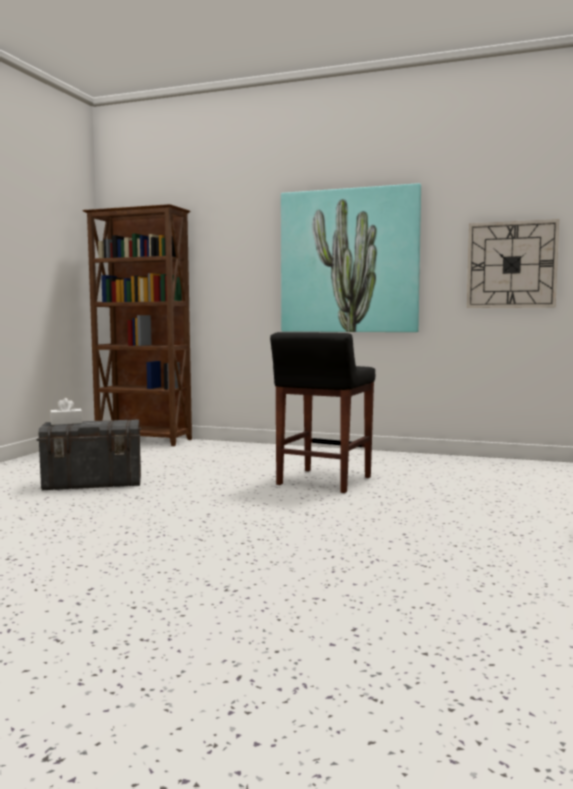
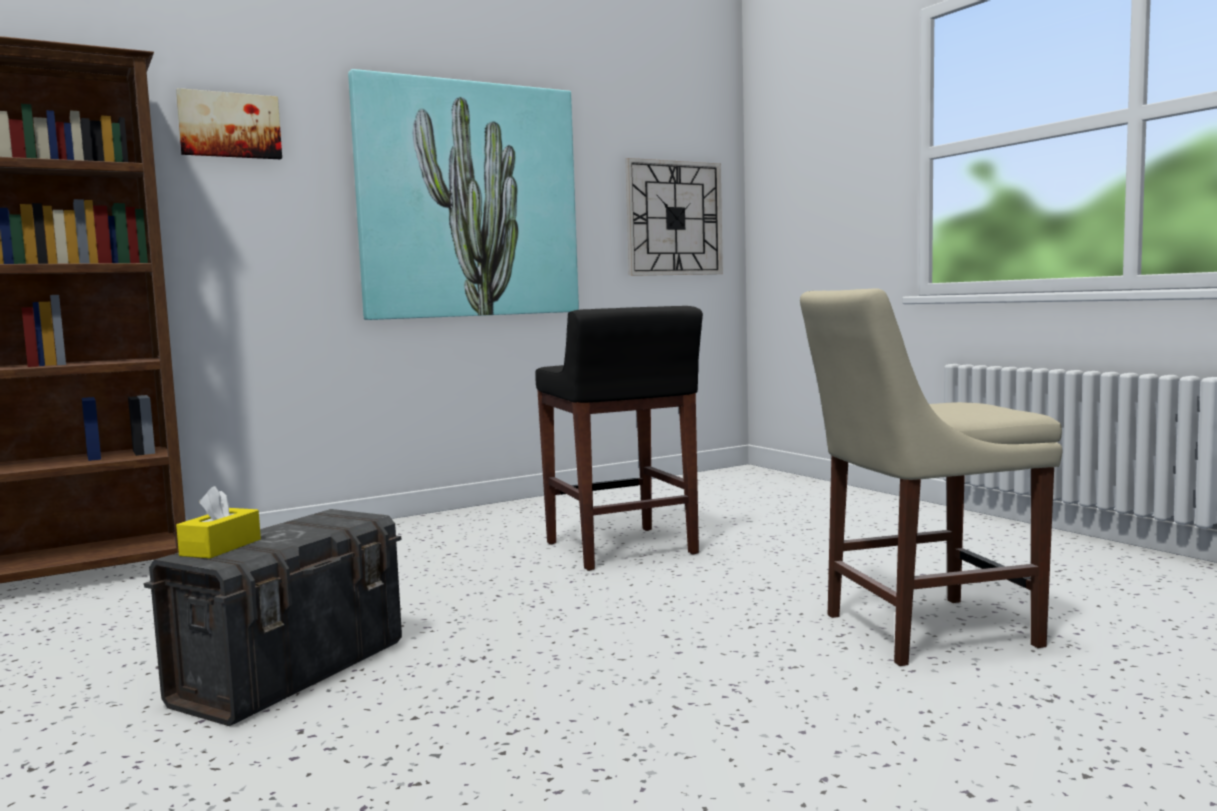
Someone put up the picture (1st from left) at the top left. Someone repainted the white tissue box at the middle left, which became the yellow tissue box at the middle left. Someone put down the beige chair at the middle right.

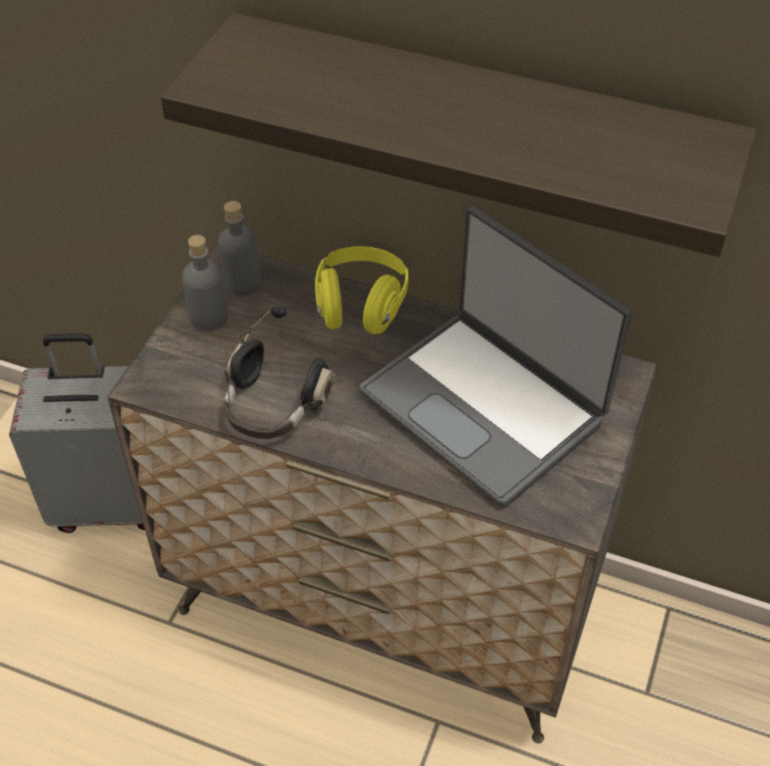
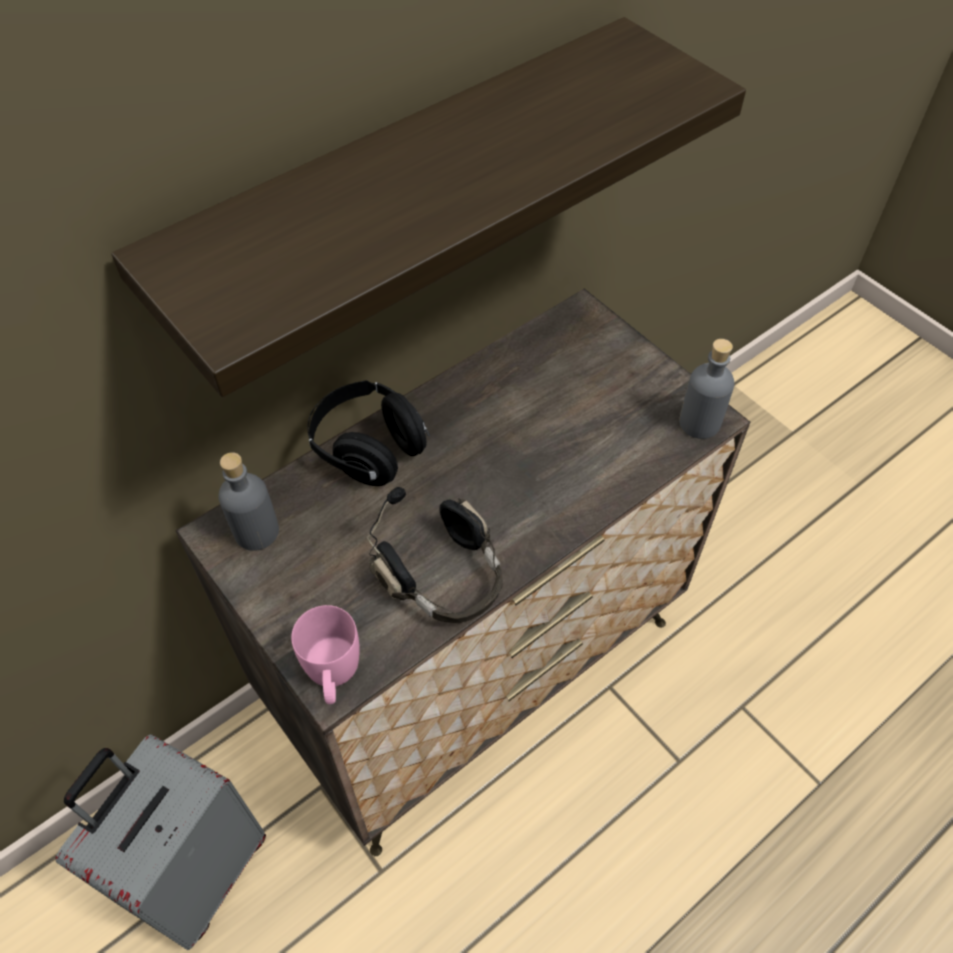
Someone put down the pink mug at the bottom centre. Someone repainted the yellow headphones at the centre, which became the black headphones (1st from left) at the centre. Someone carried the grey bottle (1st from left in the first image) from the middle left to the middle right. Someone took away the laptop at the centre.

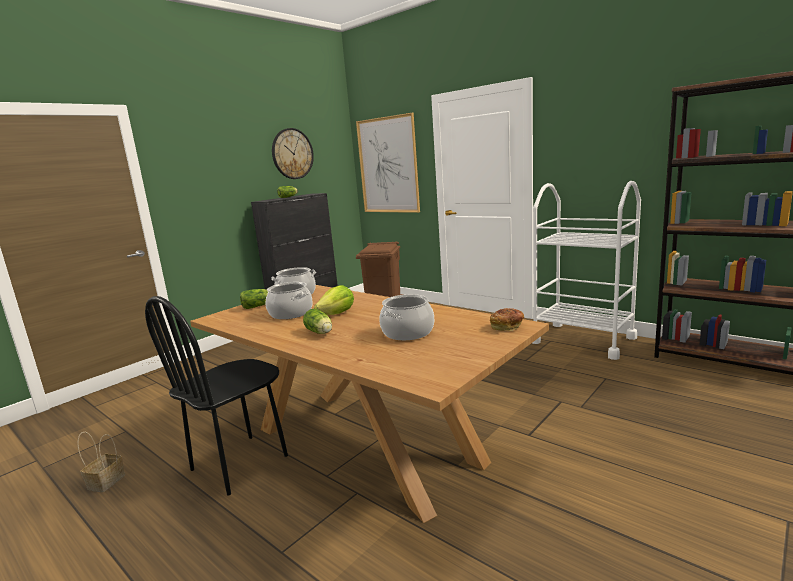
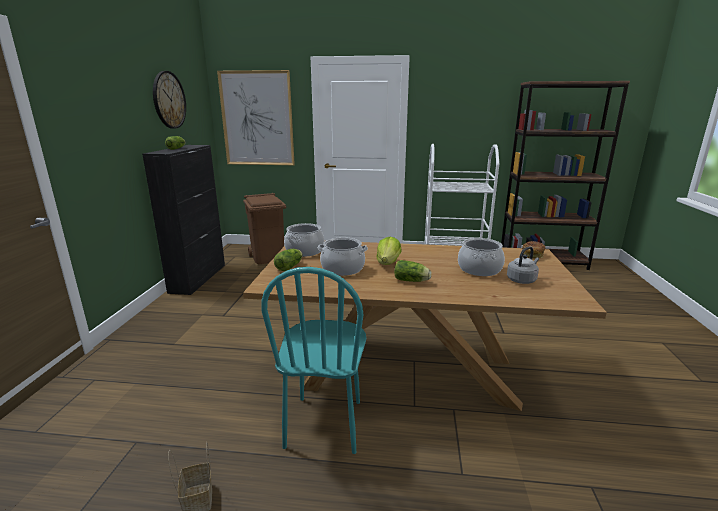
Someone repainted the black chair at the bottom left, which became the turquoise chair at the bottom centre. Someone put down the grey kettle at the middle right.

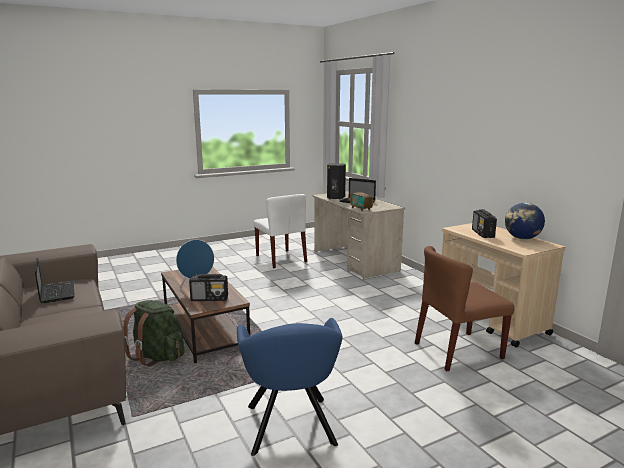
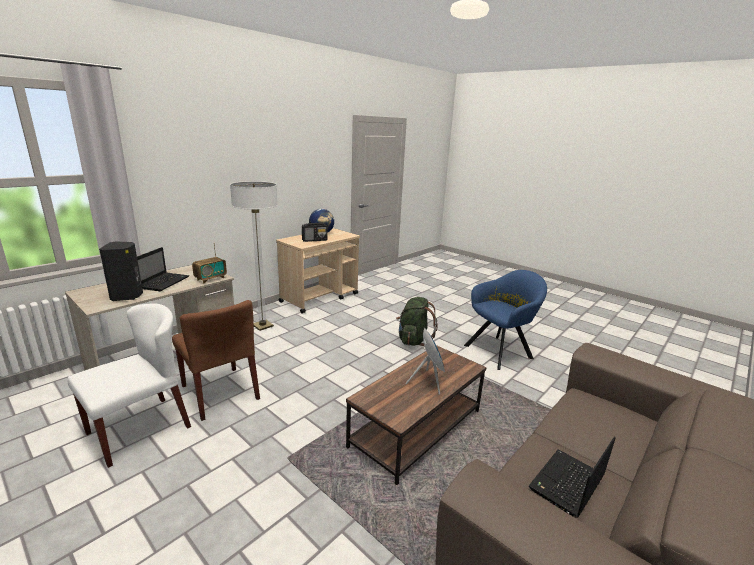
Someone carried the brown chair from the middle right to the middle left. Someone put down the floor lamp at the centre. Someone carried the green backpack from the bottom left to the centre. Someone took away the radio (1st from left) at the centre.

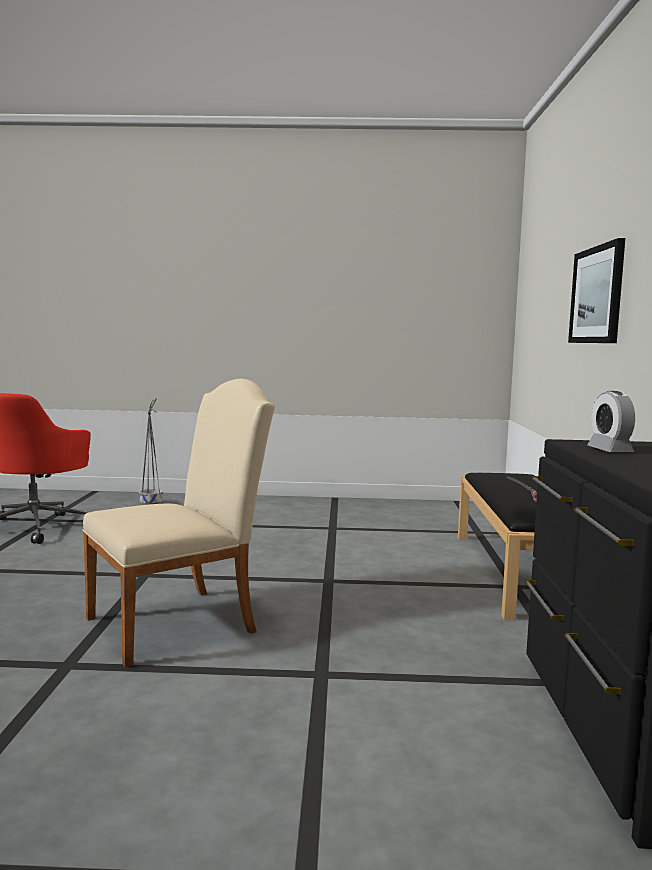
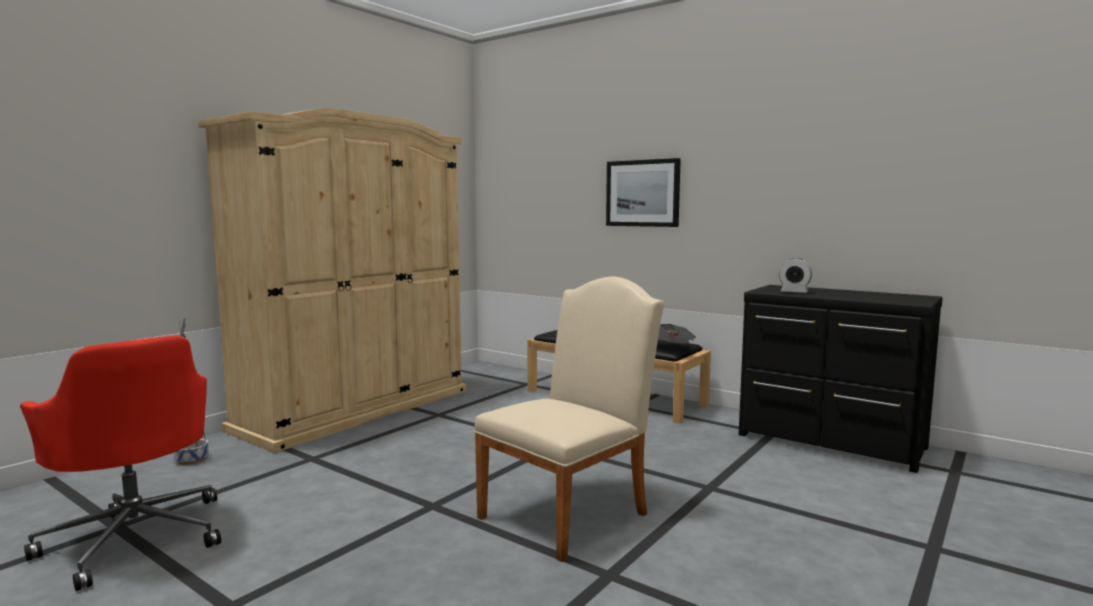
Someone put down the beige wardrobe at the middle left. Someone rotated the beige chair at the middle left by 45 degrees clockwise.

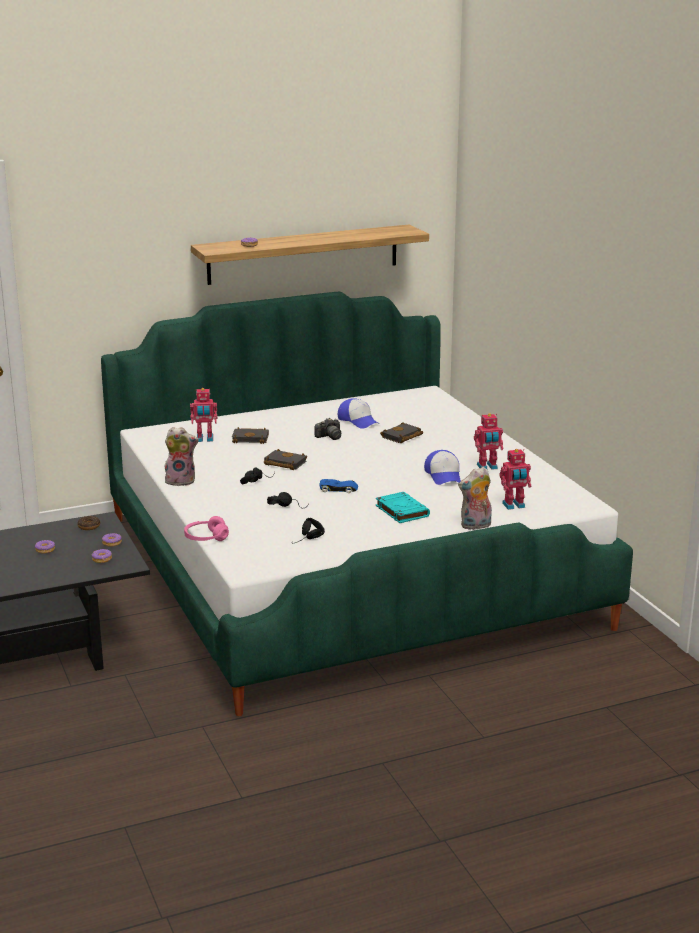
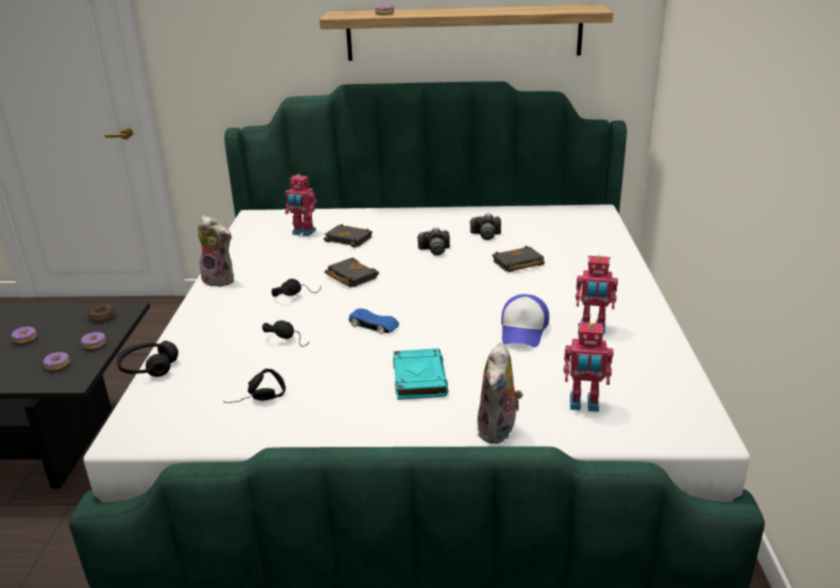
Someone repainted the pink headphones at the middle left, which became the black headphones (1st from left) at the middle left. Someone swapped the cap (1st from left) at the centre for the photo camera (2nd from left) at the centre. Someone rotated the plush toy (2nd from left) at the middle right by 75 degrees counterclockwise.

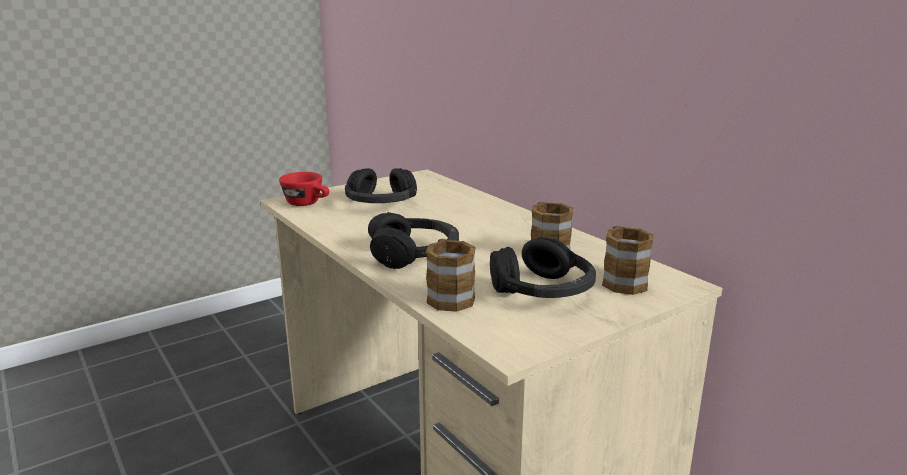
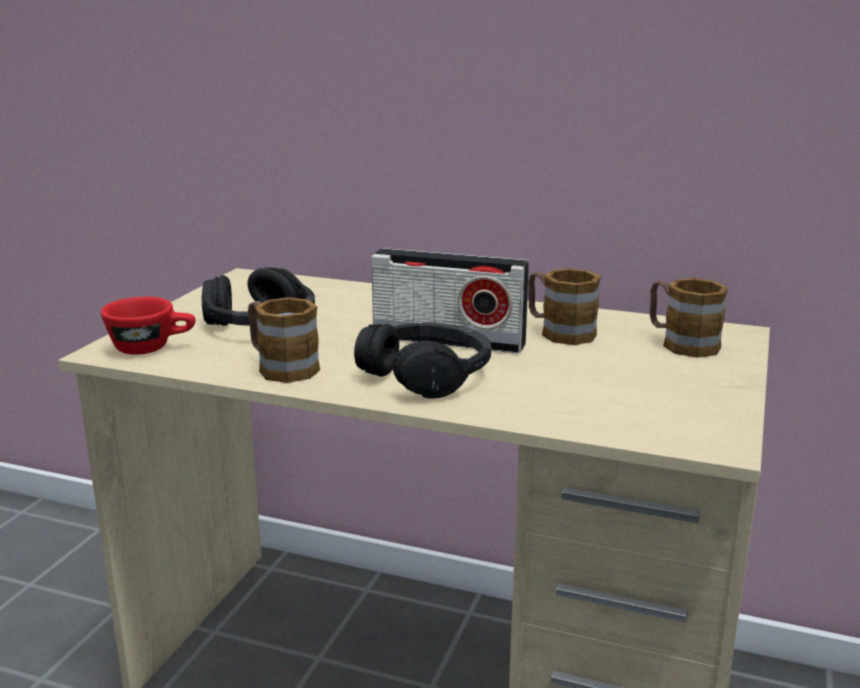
Someone carried the mug (1st from left) from the centre to the middle left. Someone put down the radio at the centre. Someone took away the black headphones (3rd from left) at the centre.

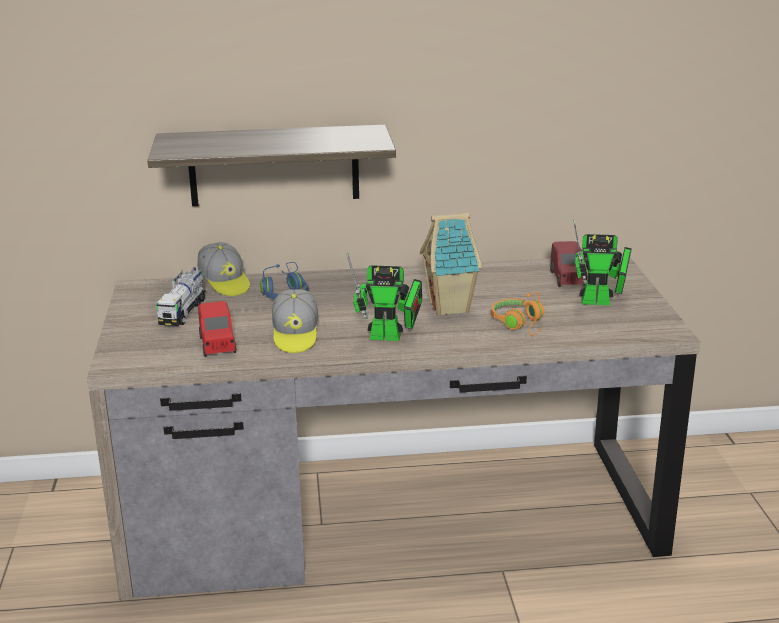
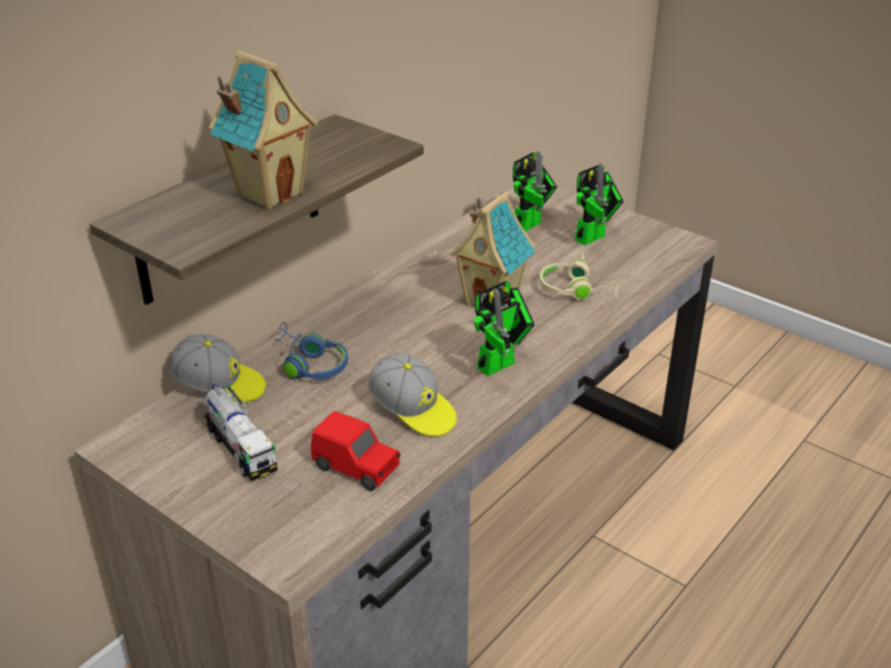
Someone put down the toy house (1st from left) at the top left. Someone swapped the red toy car (2nd from left) at the middle right for the toy robot (2nd from left) at the top centre. Someone repainted the orange headphones at the centre, which became the beige headphones at the centre.

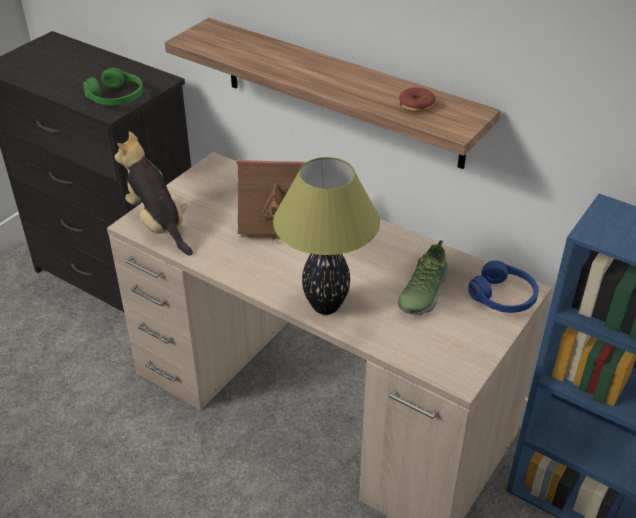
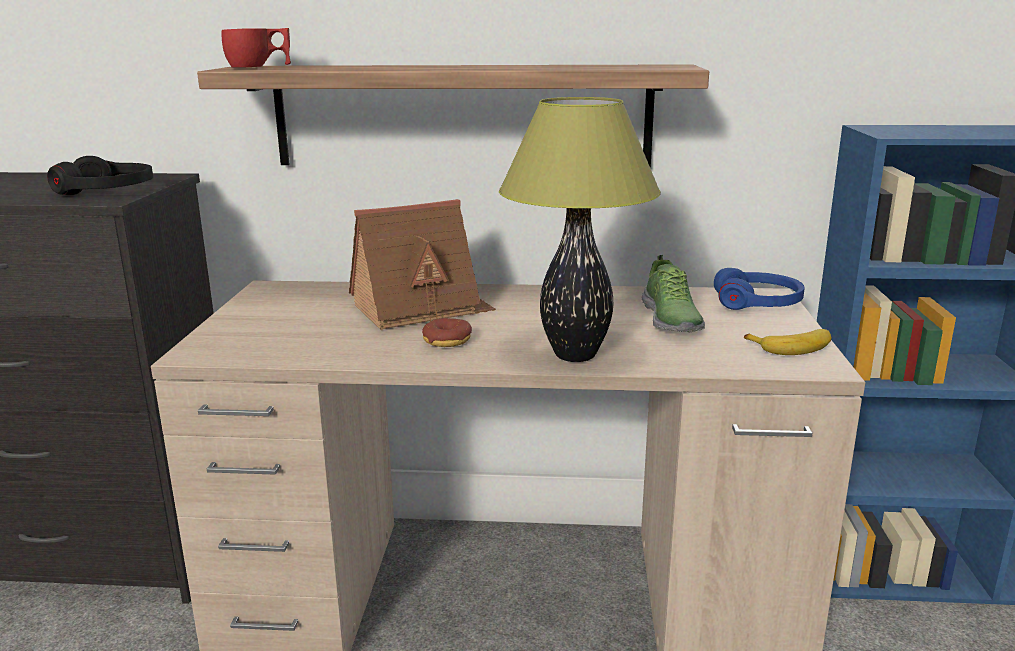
Someone repainted the green headphones at the top left, which became the black headphones at the top left. Someone put down the red cup at the top left. Someone carried the donut from the top centre to the centre. Someone put down the banana at the middle right. Someone took away the plush toy at the middle left.

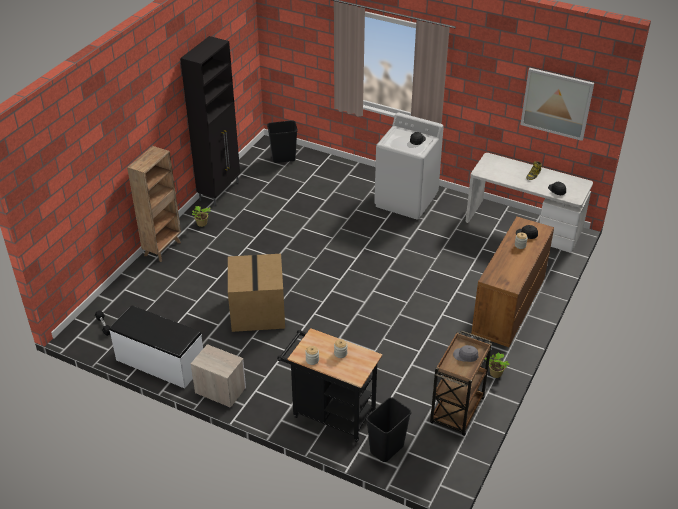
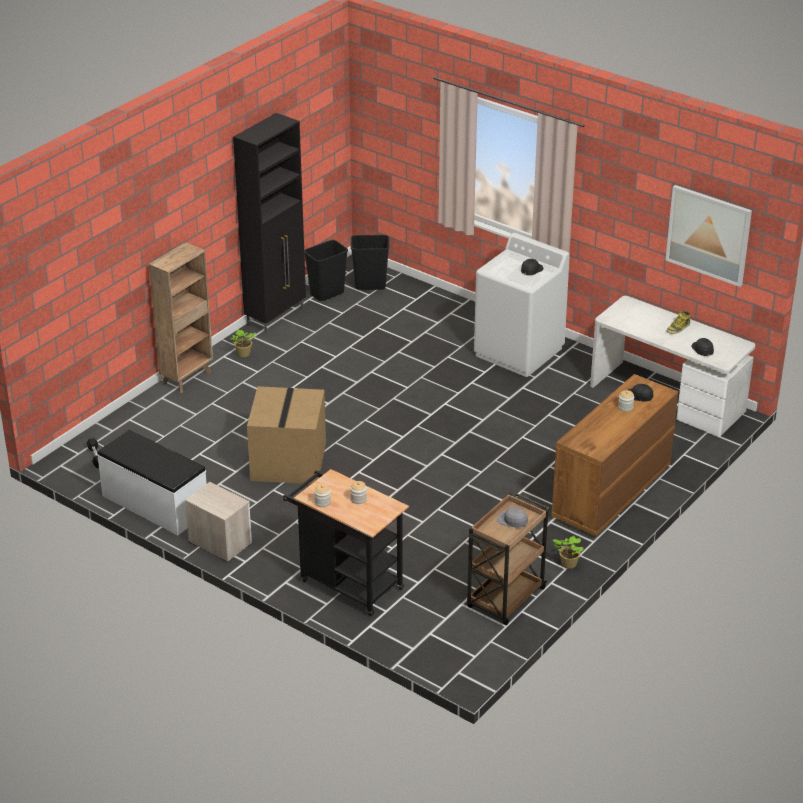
Someone carried the black trash can (2nd from left in the first image) from the bottom centre to the centre.

